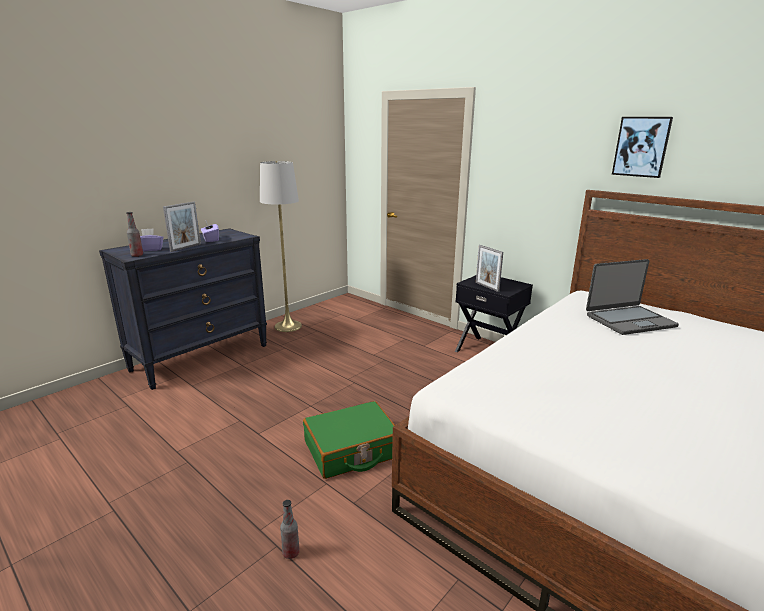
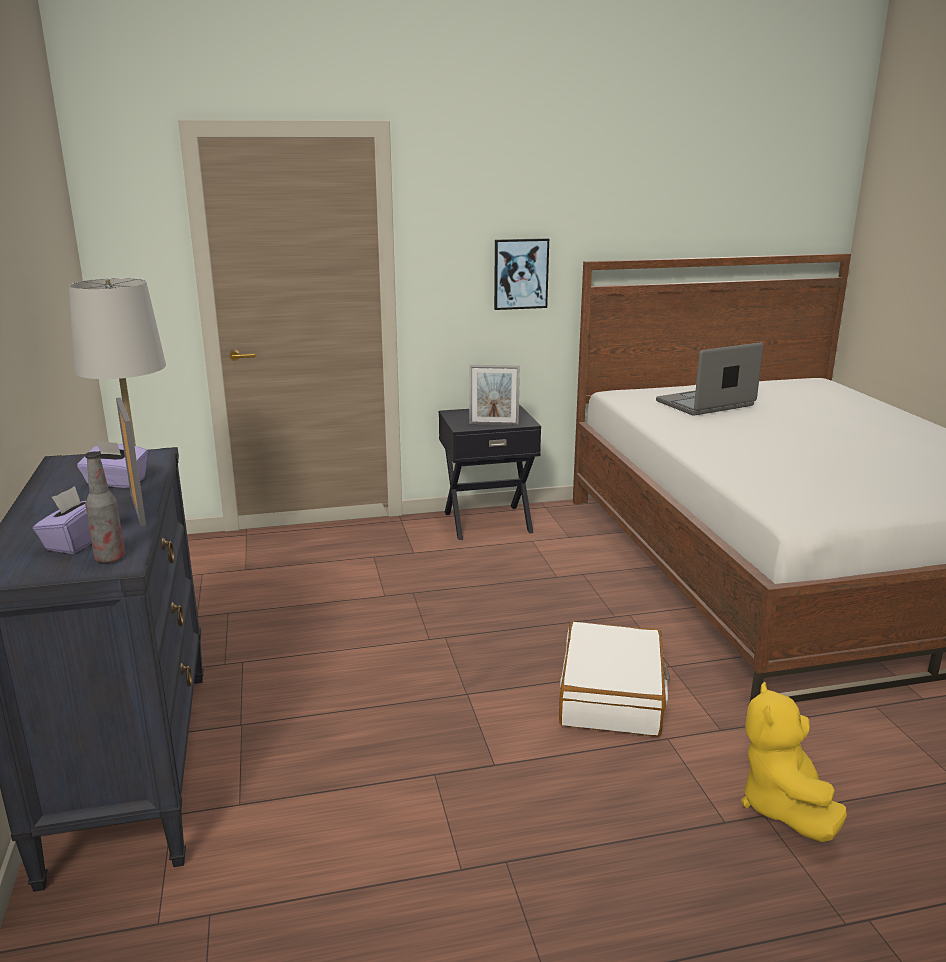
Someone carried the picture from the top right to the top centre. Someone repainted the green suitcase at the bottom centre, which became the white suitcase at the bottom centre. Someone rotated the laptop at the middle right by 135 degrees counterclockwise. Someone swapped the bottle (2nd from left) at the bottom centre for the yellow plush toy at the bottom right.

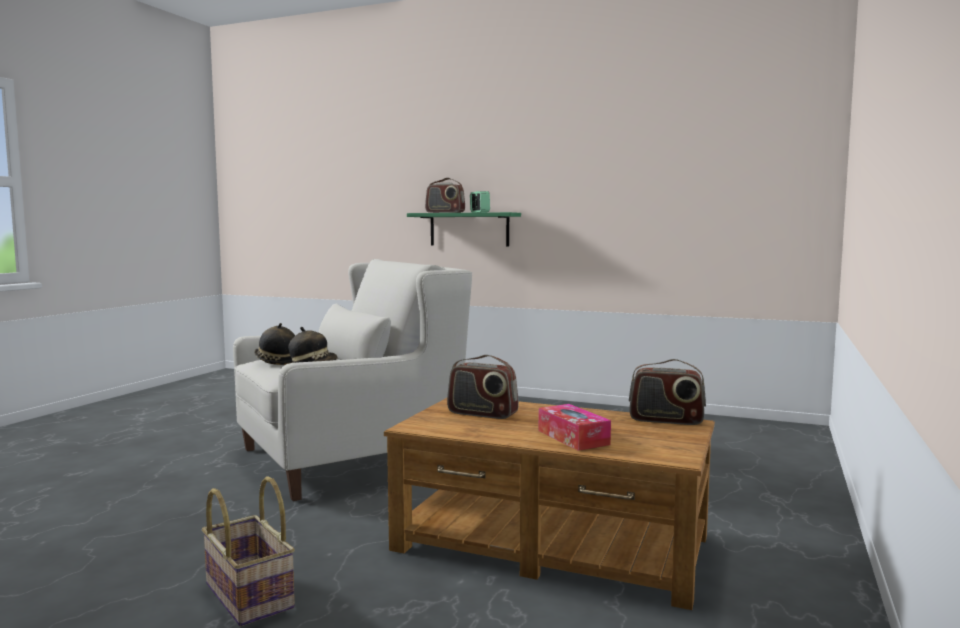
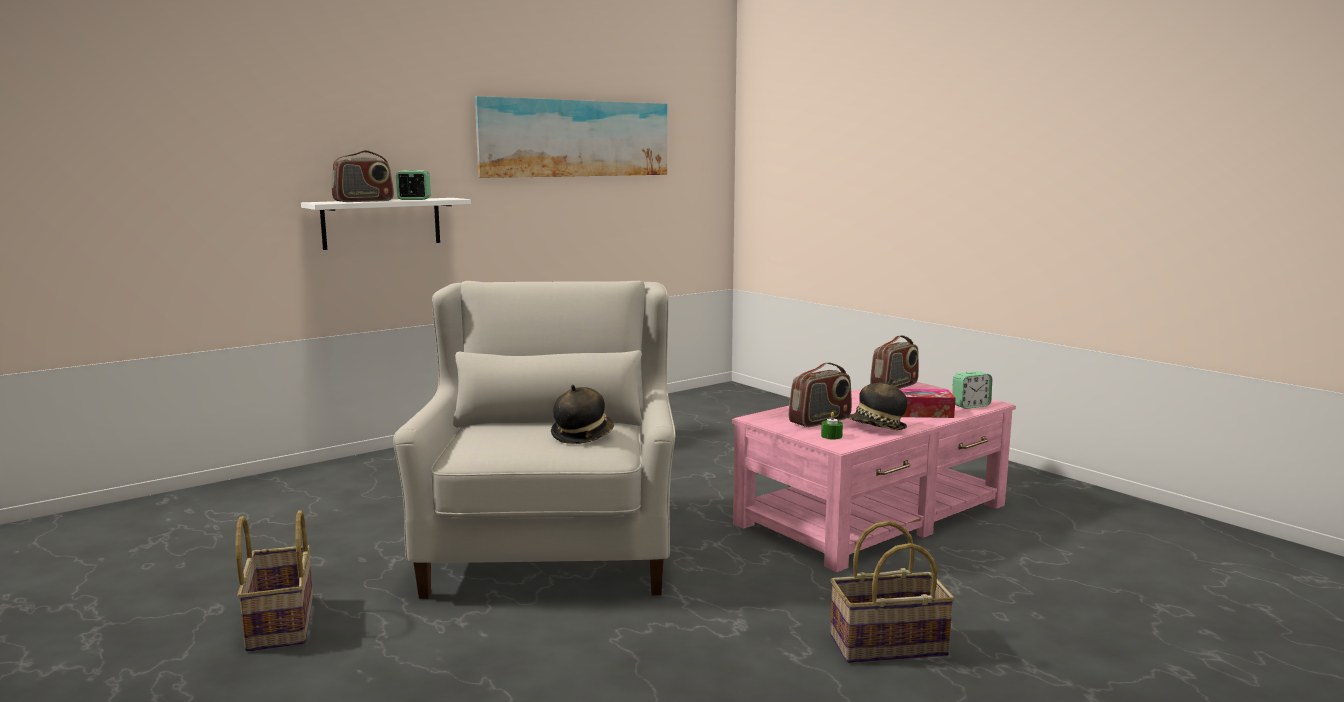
Someone put down the basket (1st from left) at the bottom left. Someone repainted the green shelf at the centre, which became the white shelf at the top left. Someone put up the picture at the top centre. Someone repainted the brown coffee table at the bottom centre, which became the pink coffee table at the bottom centre. Someone put down the green candle at the centre. Someone carried the hat (1st from left in the first image) from the middle left to the centre. Someone put down the alarm clock (2nd from left) at the middle right.

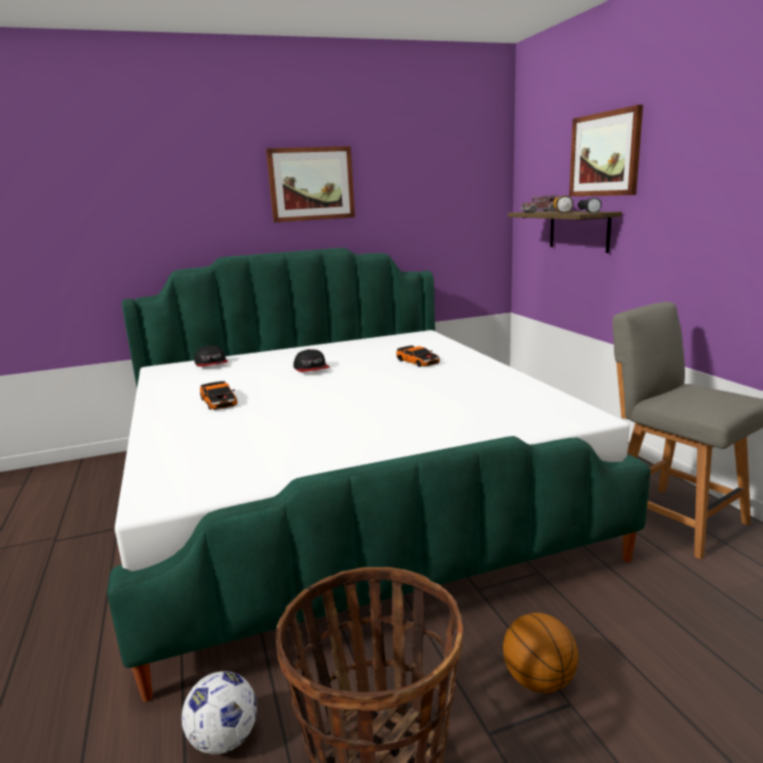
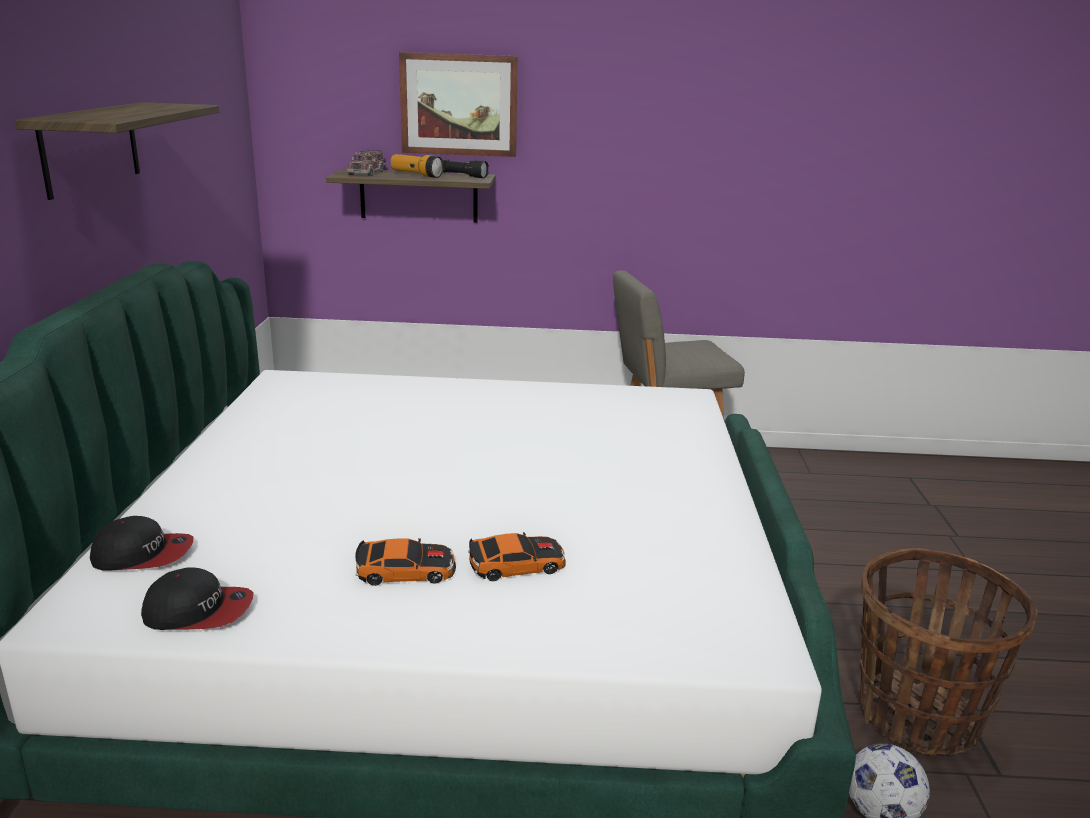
Someone swapped the picture (1st from left) at the top centre for the shelf (1st from left) at the top left. Someone carried the cap (2nd from left) from the centre to the bottom left. Someone carried the toy car (2nd from left) from the centre to the bottom centre. Someone took away the basketball at the bottom right.

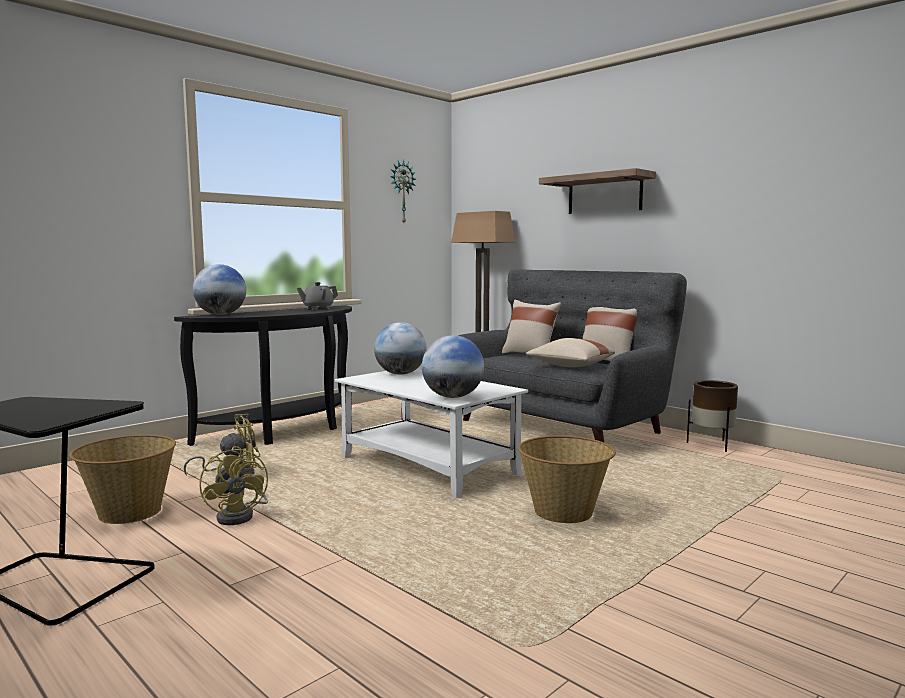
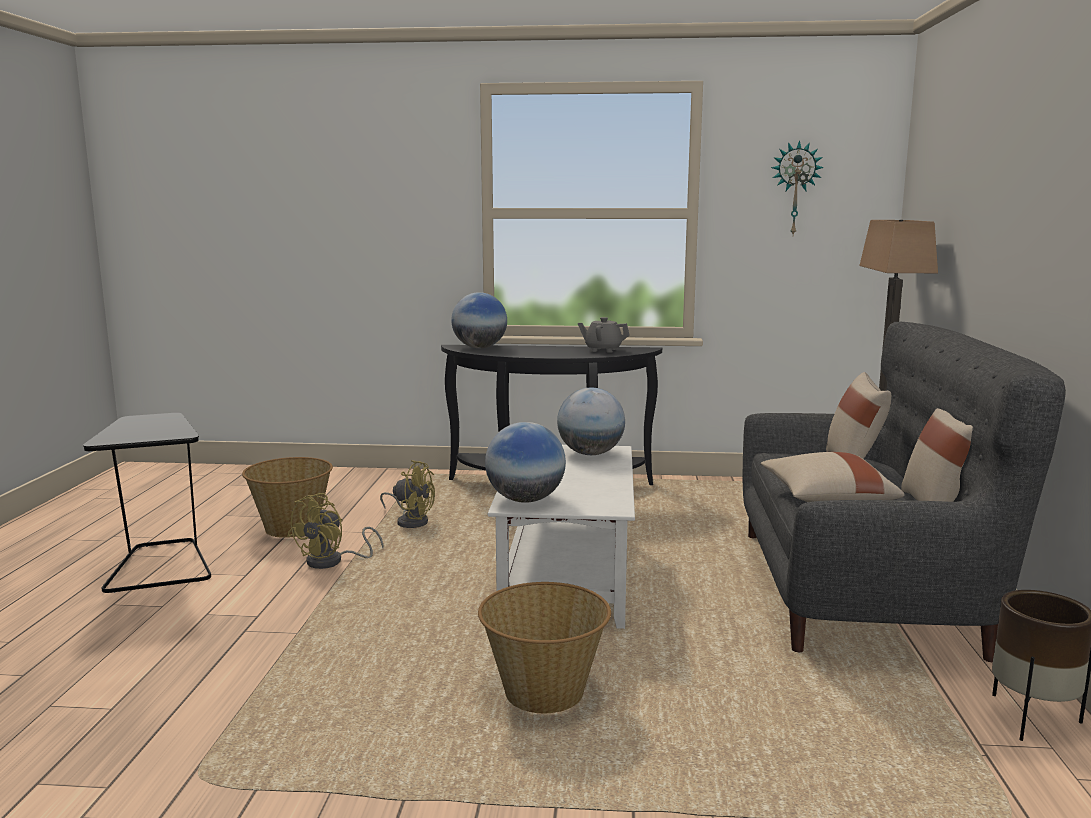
Someone took away the shelf at the top centre.

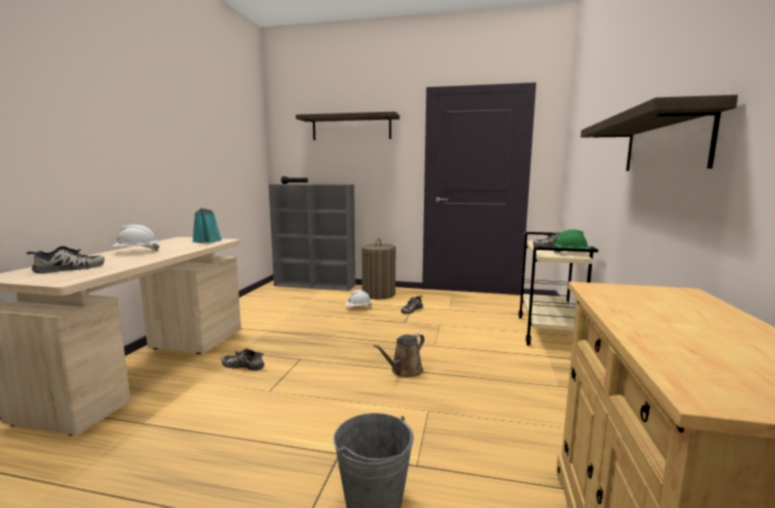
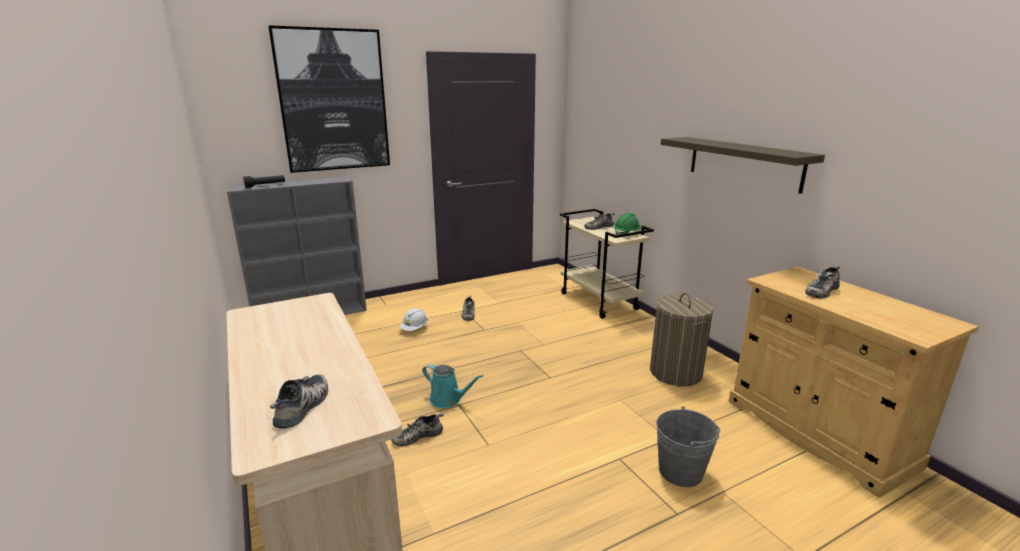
Someone swapped the shelf (1st from left) at the top centre for the picture at the top left. Someone carried the turquoise watering can from the middle left to the bottom centre. Someone carried the laundry basket from the centre to the middle right. Someone put down the shoe (5th from left) at the middle right. Someone took away the white hard hat (1st from left) at the middle left. Someone took away the brown watering can at the bottom centre.

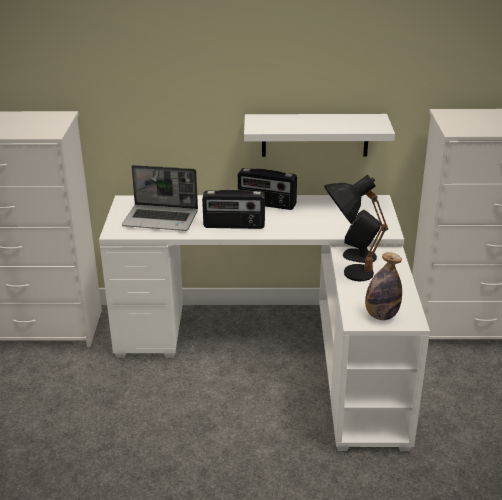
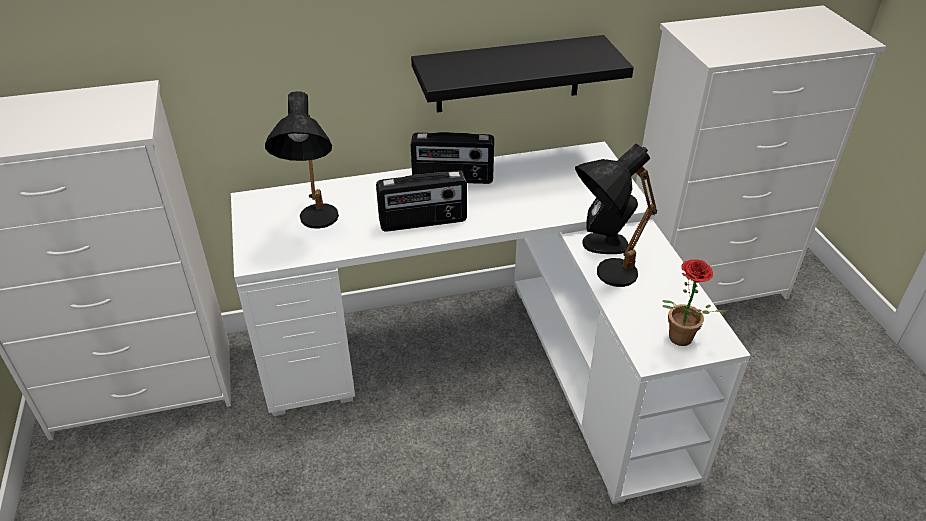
Someone swapped the laptop at the middle left for the black table lamp (1st from left) at the top left. Someone repainted the white shelf at the top centre, which became the black shelf at the top centre. Someone swapped the bottle at the middle right for the potted plant at the middle right.

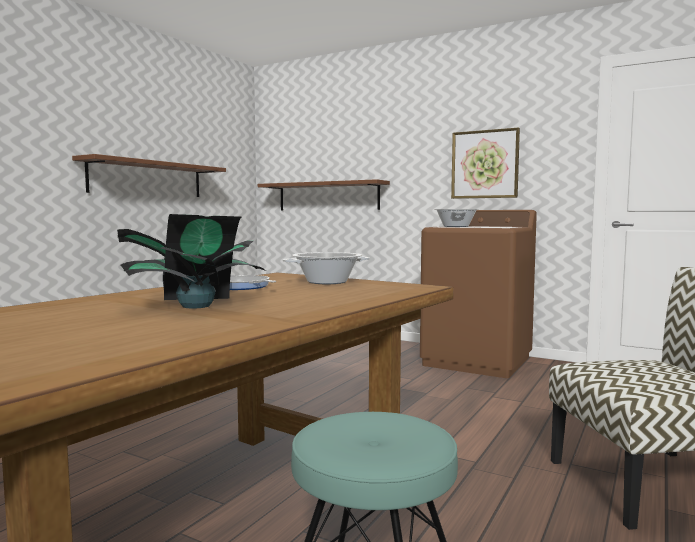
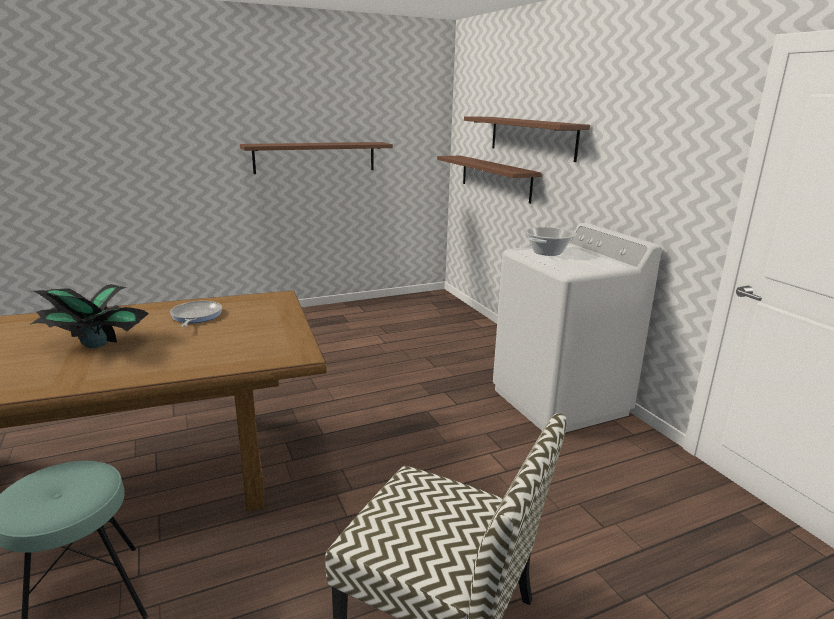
Someone put up the brown shelf (3rd from left) at the top centre. Someone repainted the brown washing machine at the middle right, which became the white washing machine at the middle right. Someone took away the cooking pot (1st from left) at the centre. Someone took away the picture at the top right.

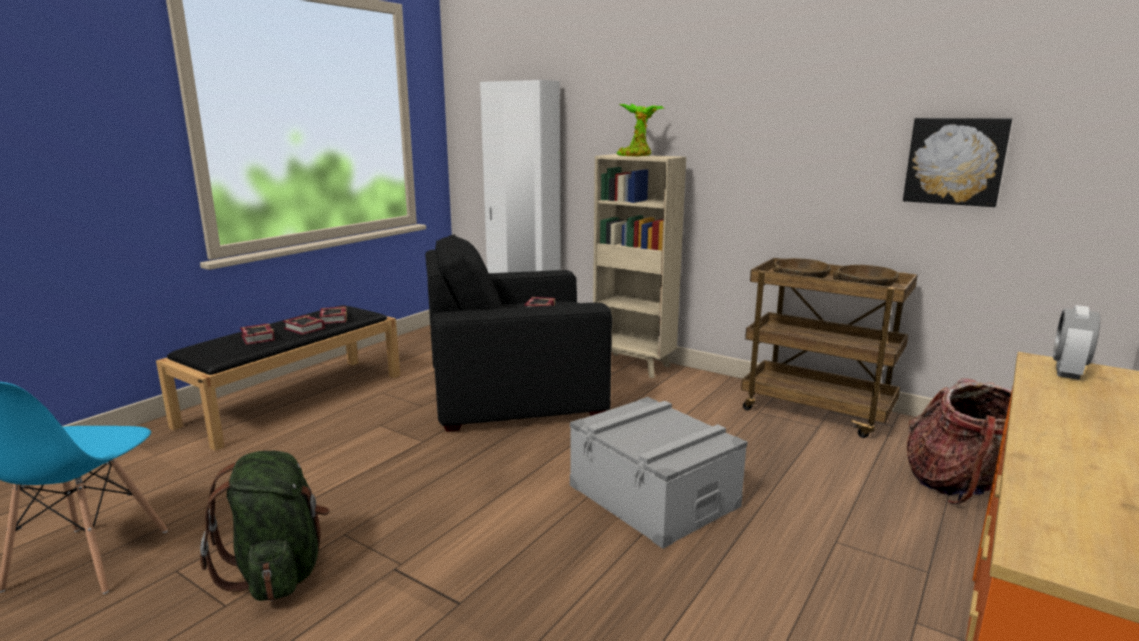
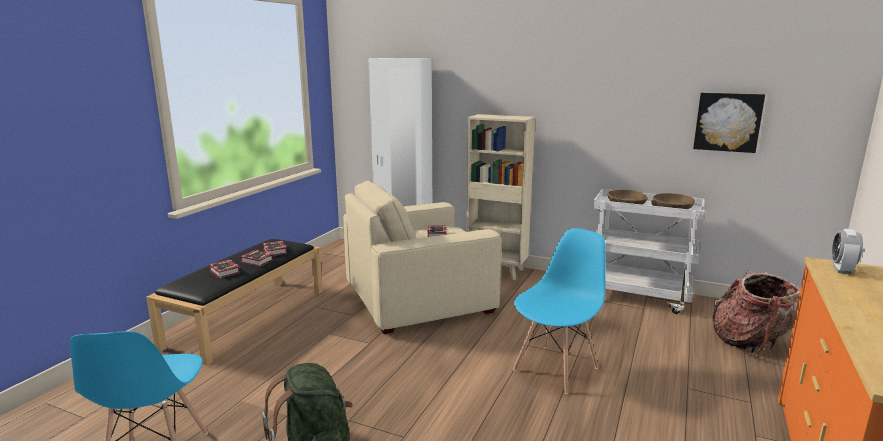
Someone repainted the black armchair at the centre, which became the beige armchair at the centre. Someone swapped the grey storage box at the bottom centre for the blue chair (2nd from left) at the bottom centre. Someone repainted the brown cart at the middle right, which became the white cart at the middle right. Someone took away the potted plant at the top centre.

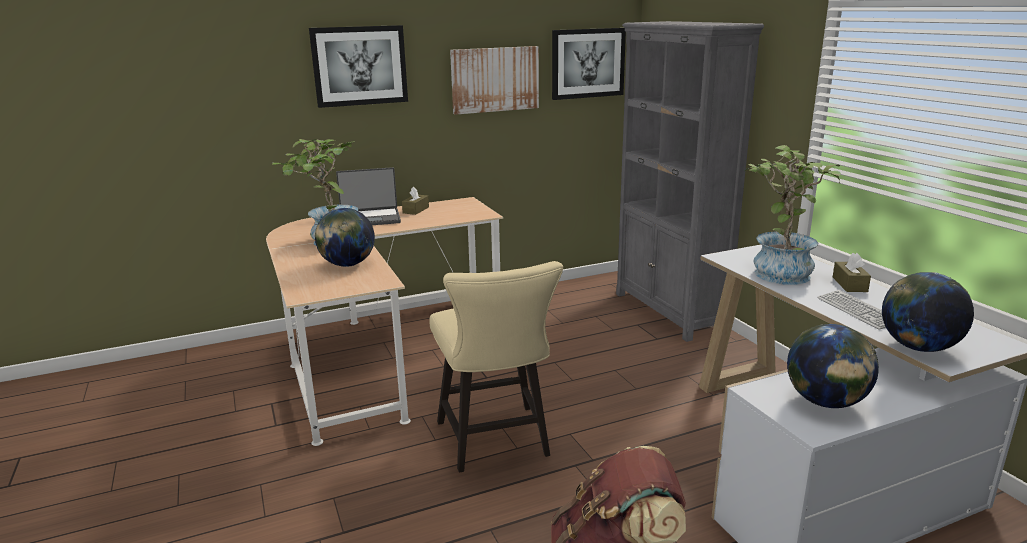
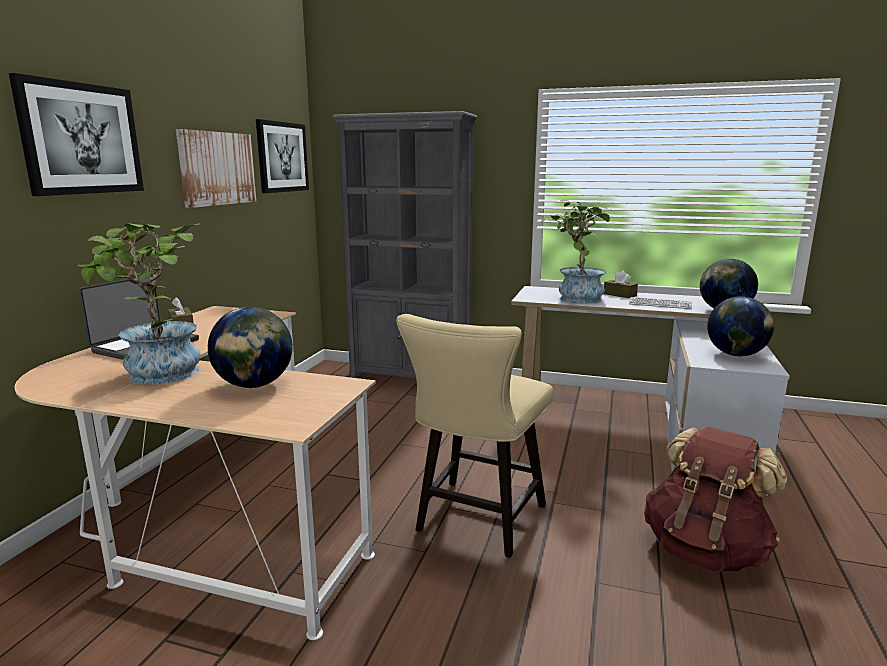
Someone rotated the beige chair at the bottom centre by 90 degrees clockwise.

